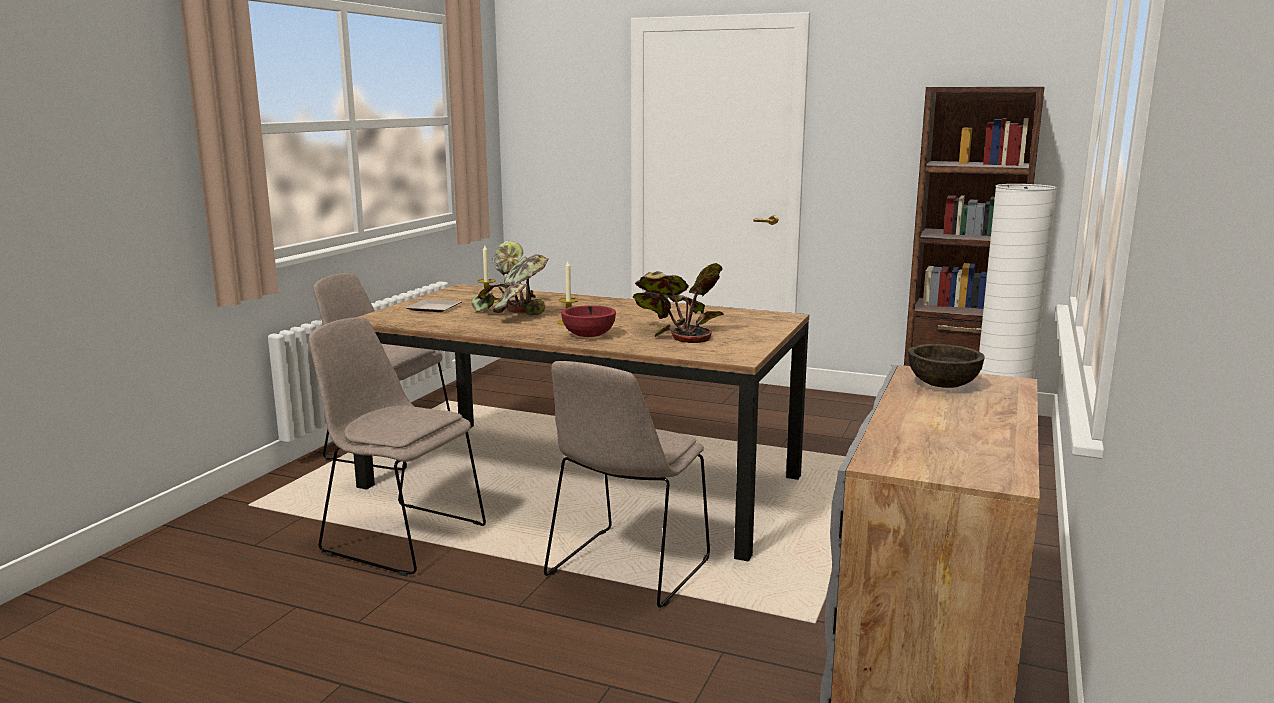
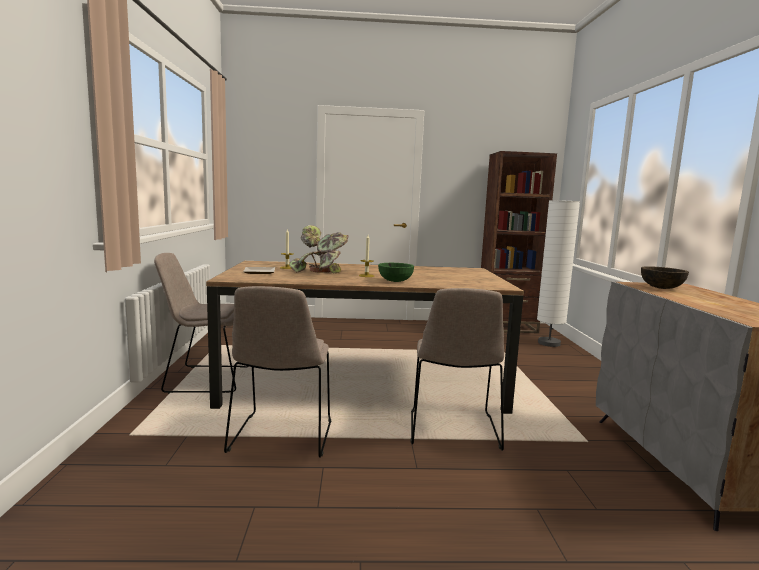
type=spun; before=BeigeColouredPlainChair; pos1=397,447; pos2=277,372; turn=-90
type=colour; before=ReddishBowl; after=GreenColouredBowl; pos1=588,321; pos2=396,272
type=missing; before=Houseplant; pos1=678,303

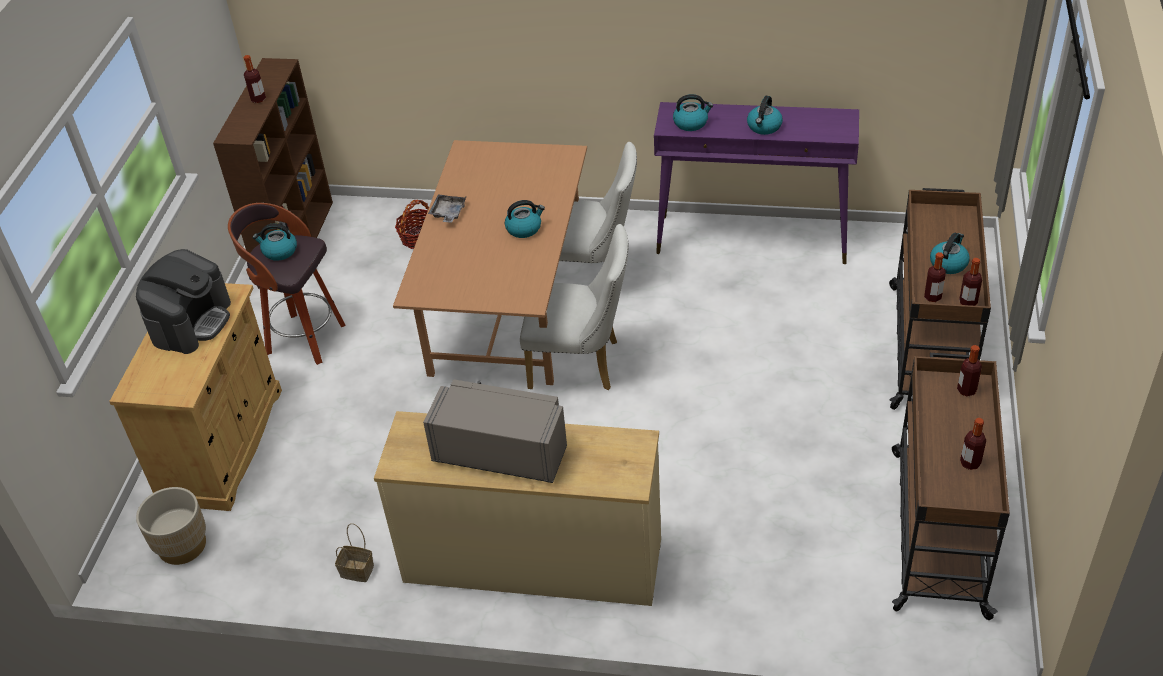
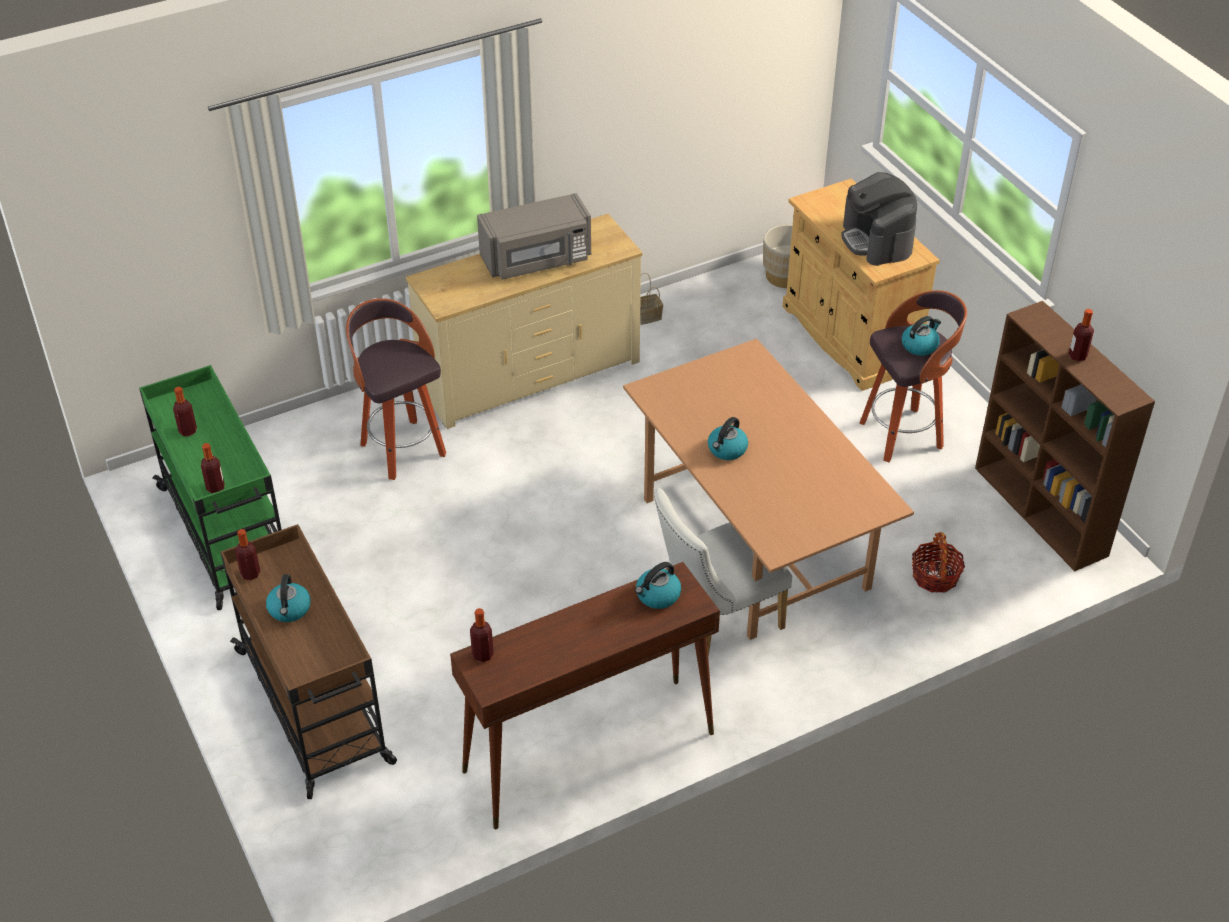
type=colour; before=BrownColouredCart; after=GreenColouredCart; pos1=951,486; pos2=210,487
type=appeared; after=StoolSeat; pos2=396,389
type=colour; before=PurpleNarrowTable; after=BrownColouredNarrowTable; pos1=756,183; pos2=585,695
type=relocated; before=BeverageBottle; pos1=935,277; pos2=482,635
type=missing; before=GrayCarryingTray; pos1=447,209
type=missing; before=WhitePlainChair; pos1=574,307
type=missing; before=WaterKettle; pos1=765,115

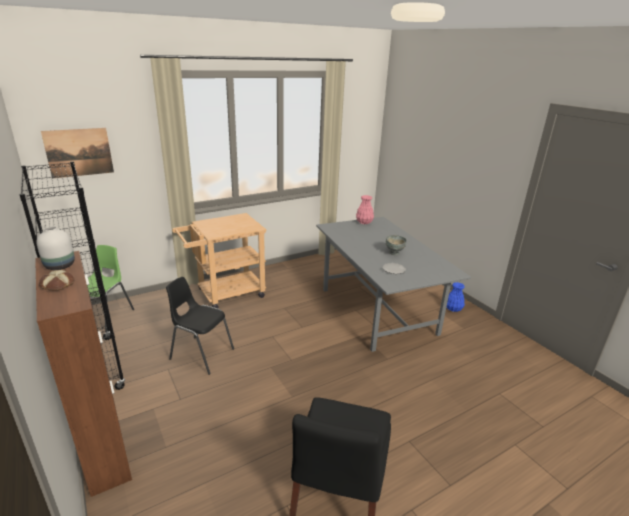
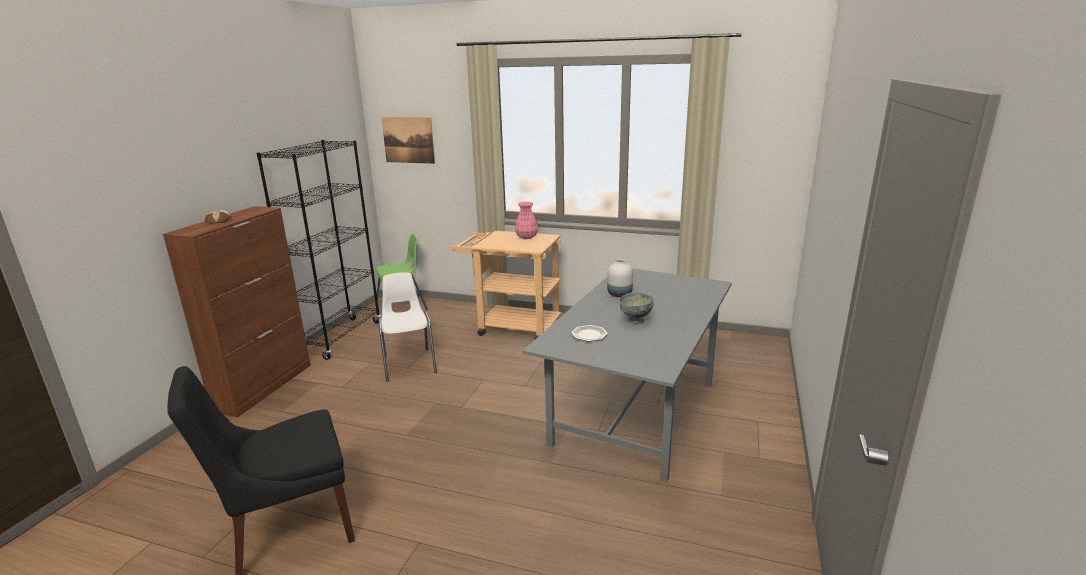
type=colour; before=BlackColouredPlainChair; after=WhitePlainChair; pos1=200,326; pos2=407,326
type=relocated; before=PinkColouredVase; pos1=365,209; pos2=526,220
type=relocated; before=WhiteVase; pos1=55,248; pos2=620,278
type=missing; before=BlueColouredVase; pos1=456,297

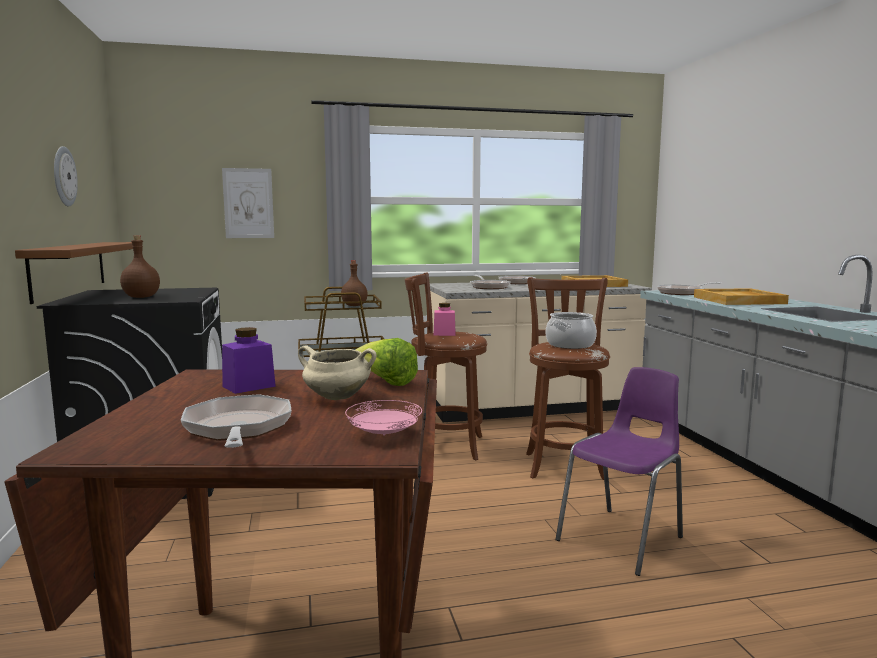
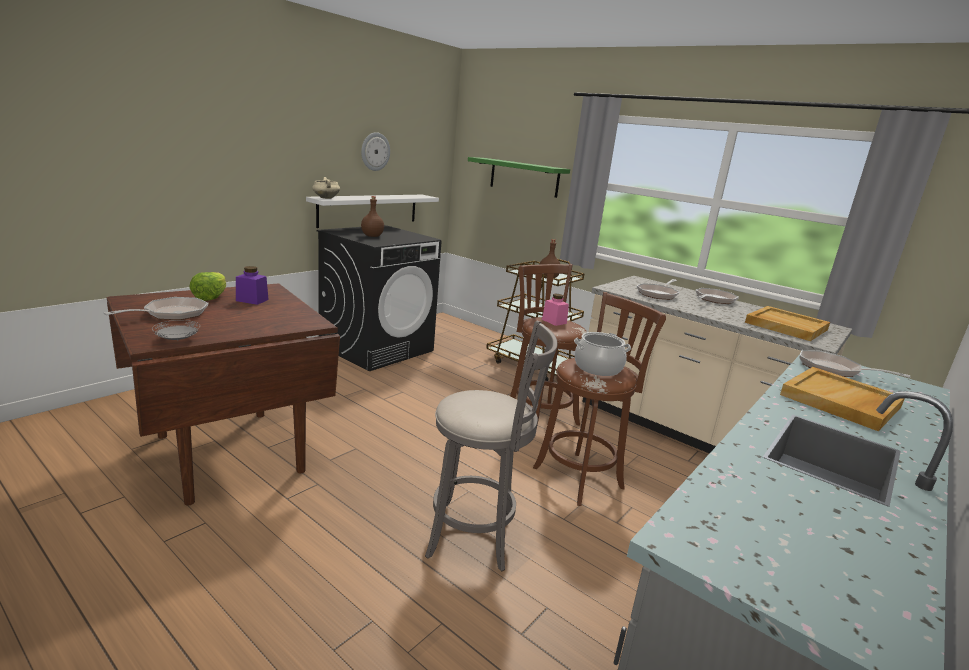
type=colour; before=PinkColouredFlatDish; after=GrayFlatDish; pos1=383,418; pos2=176,330
type=relocated; before=HeadOfLettuce; pos1=387,362; pos2=207,286
type=colour; before=BrownColouredShelf; after=WhiteShelf; pos1=74,273; pos2=372,211
type=relocated; before=BeigeColouredStockpot; pos1=337,372; pos2=326,188
type=exchanged; before=PurplePlainChair; after=GrayStoolSeat; pos1=619,471; pos2=491,446
type=exchanged; before=WallPicture; after=GreenColouredShelf; pos1=248,203; pos2=519,177

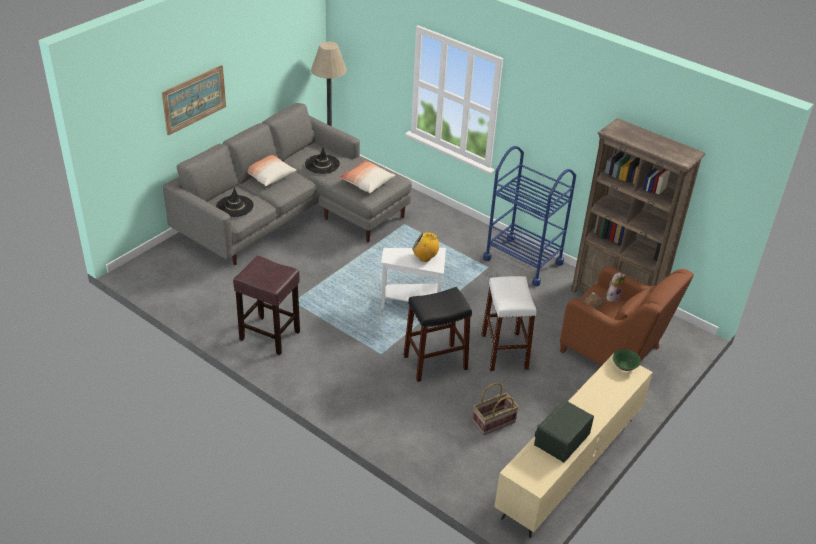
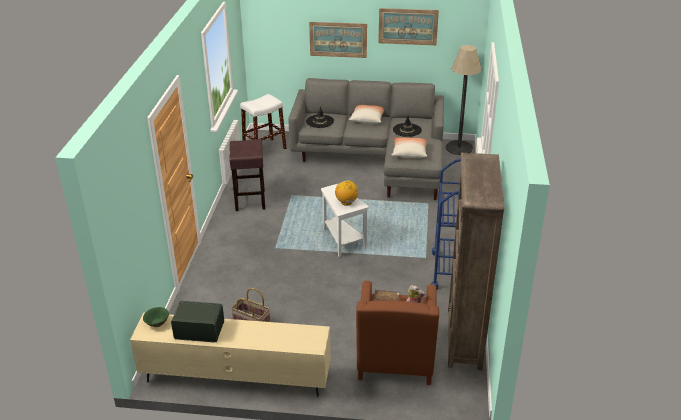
type=relocated; before=GreenColouredBowl; pos1=627,360; pos2=156,317
type=relocated; before=WhiteStoolSeat; pos1=508,323; pos2=263,121
type=appeared; after=WallPicture; pos2=408,26
type=missing; before=BlackColouredStoolSeat; pos1=437,334

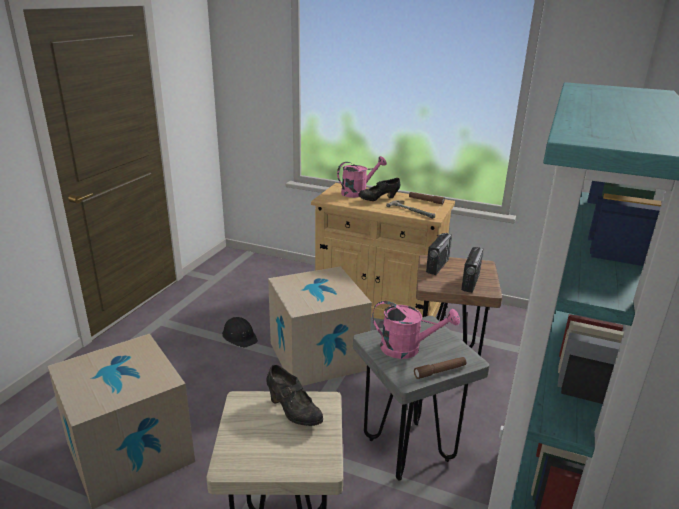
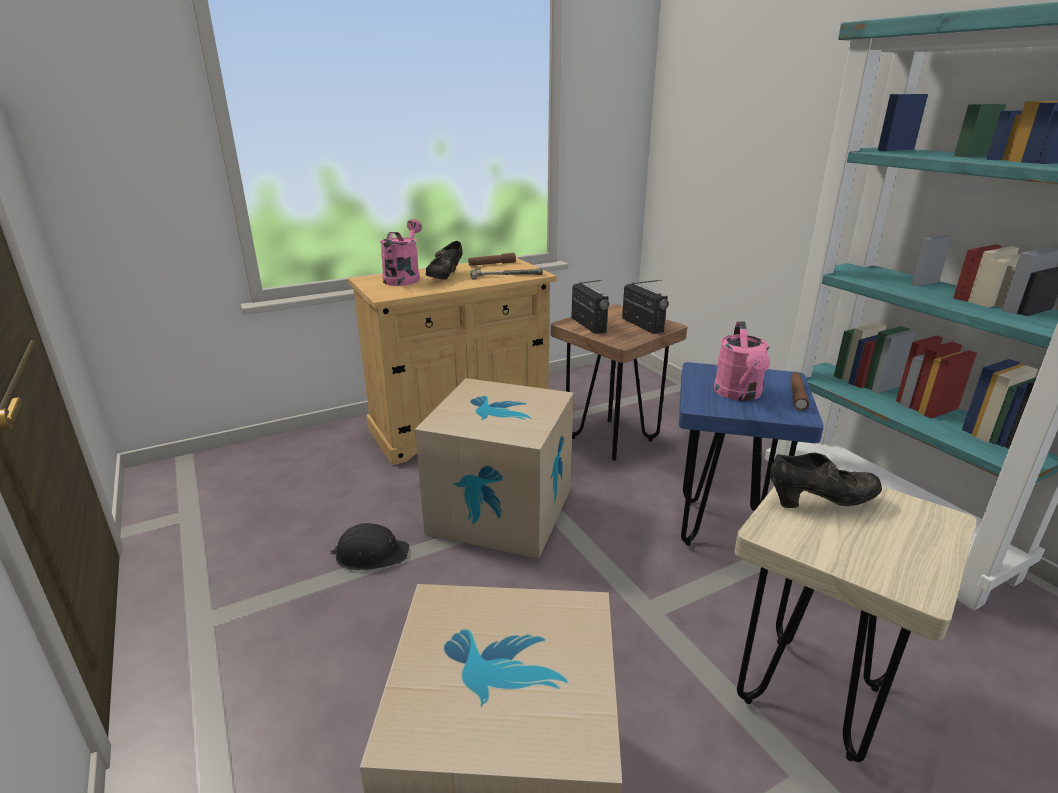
type=colour; before=GrayStoolSeat; after=BlueColouredStoolSeat; pos1=421,398; pos2=751,454
type=spun; before=PinkColouredSprinklingCan; pos1=416,330; pos2=742,361; turn=135

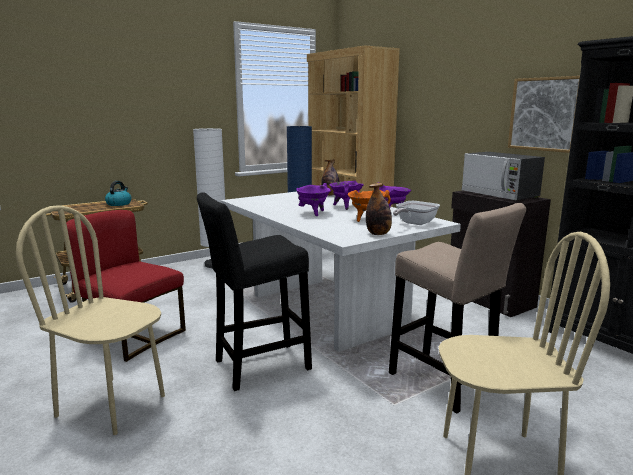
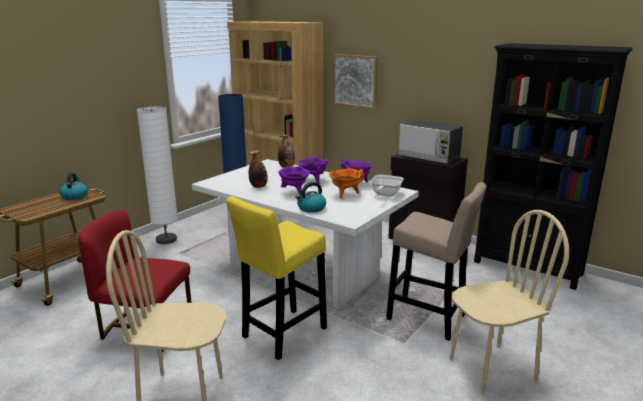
type=colour; before=BlackColouredStoolSeat; after=YellowishStoolSeat; pos1=254,291; pos2=276,278
type=relocated; before=BeverageBottle; pos1=379,209; pos2=258,169
type=appeared; after=WaterKettle; pos2=311,197
type=relocated; before=WallPicture; pos1=544,114; pos2=355,81

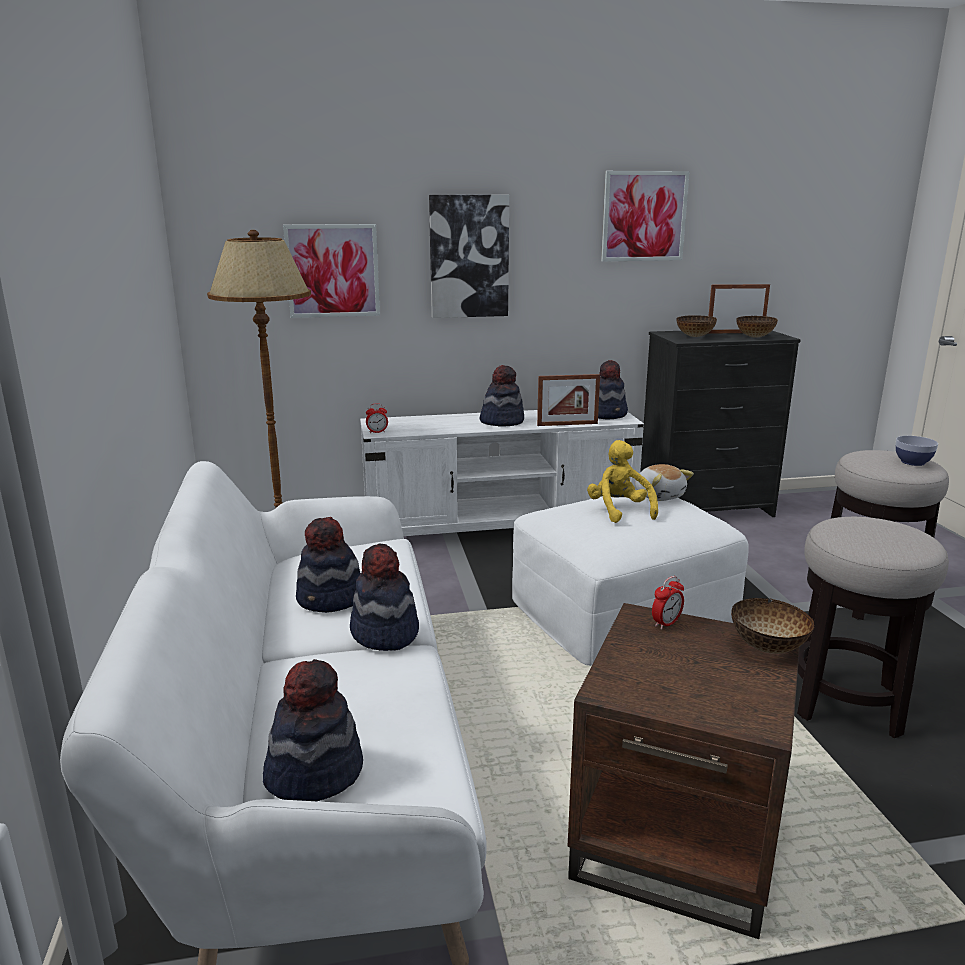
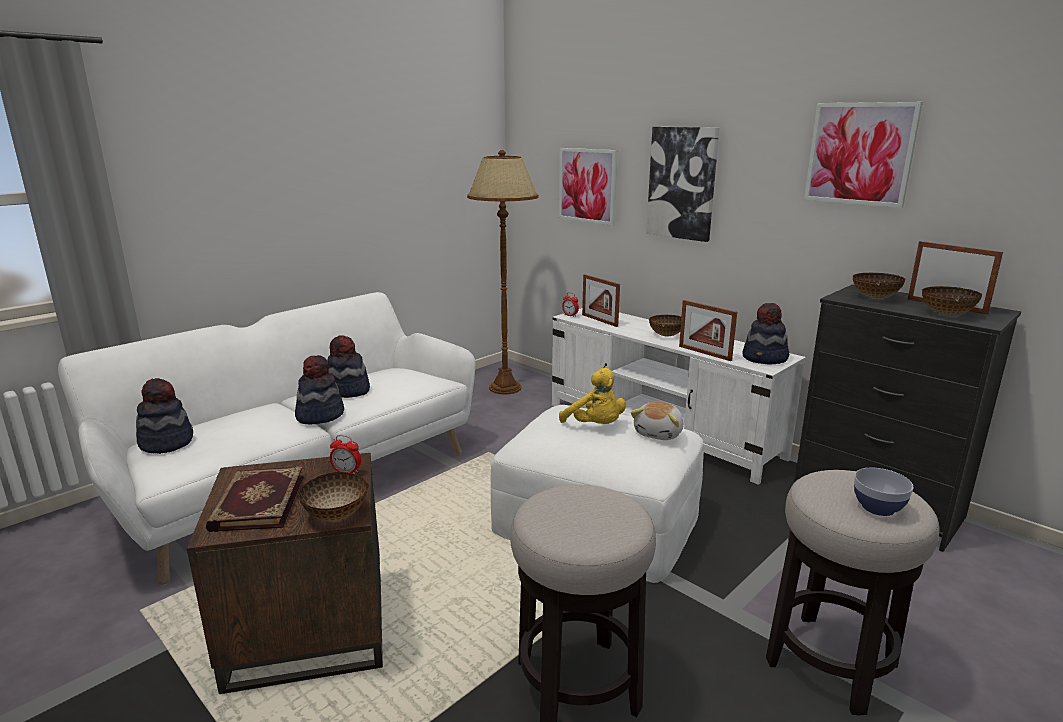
type=appeared; after=BoundBook; pos2=255,499
type=spun; before=YellowishSoftToy; pos1=622,481; pos2=592,396; turn=105
type=appeared; after=PhotoFrame; pos2=601,300
type=exchanged; before=WearableHat; after=Bowl; pos1=502,396; pos2=665,325

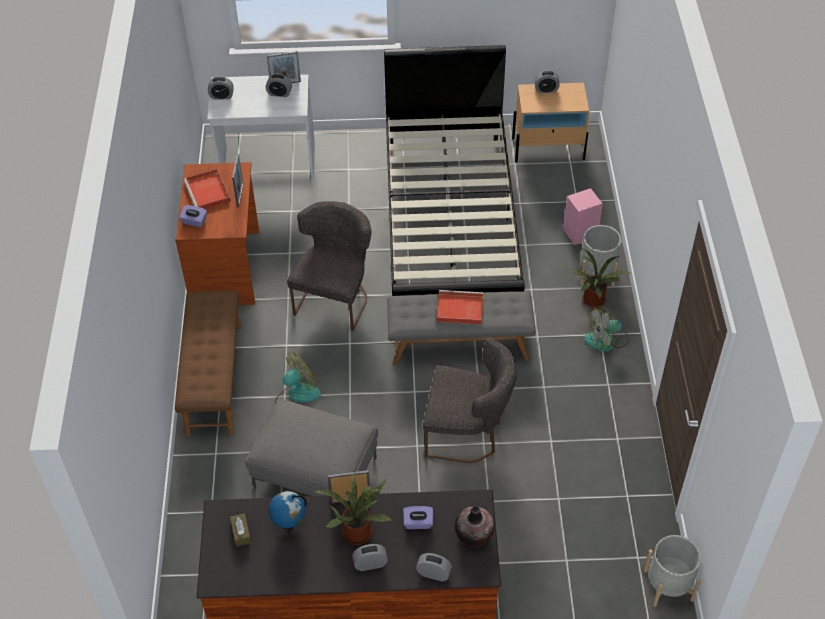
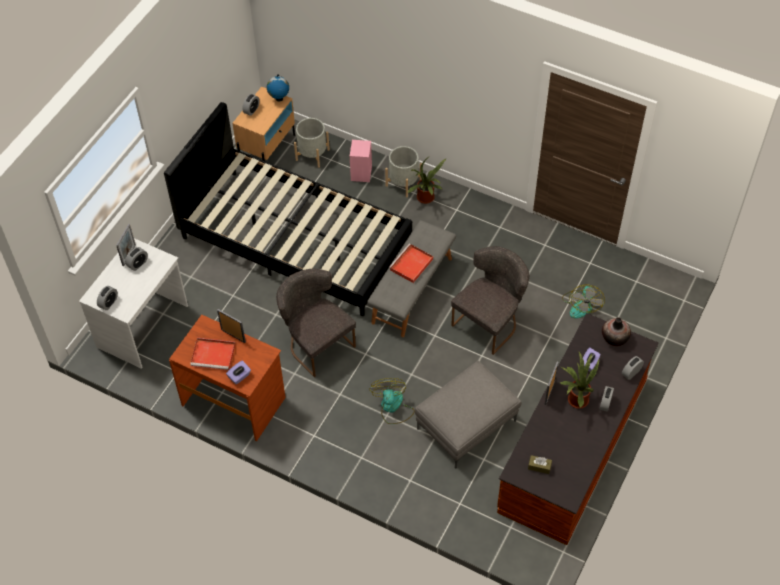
type=relocated; before=WorldGlobe; pos1=288,510; pos2=278,88
type=relocated; before=GrayPlanter; pos1=672,571; pos2=312,143
type=relocated; before=Fan; pos1=606,329; pos2=583,301
type=missing; before=BrownColouredBench; pos1=208,363

